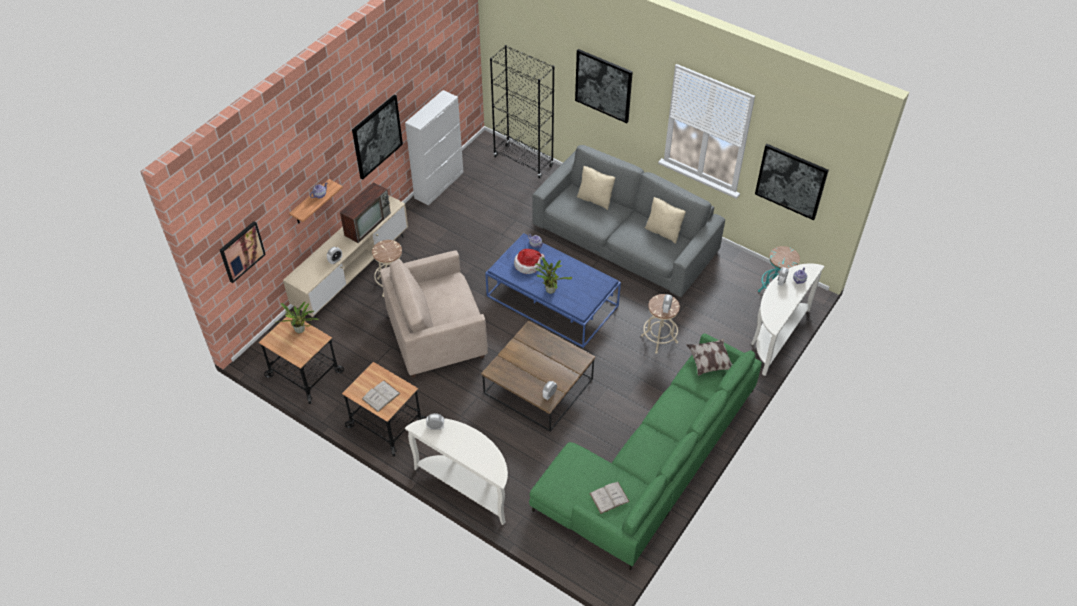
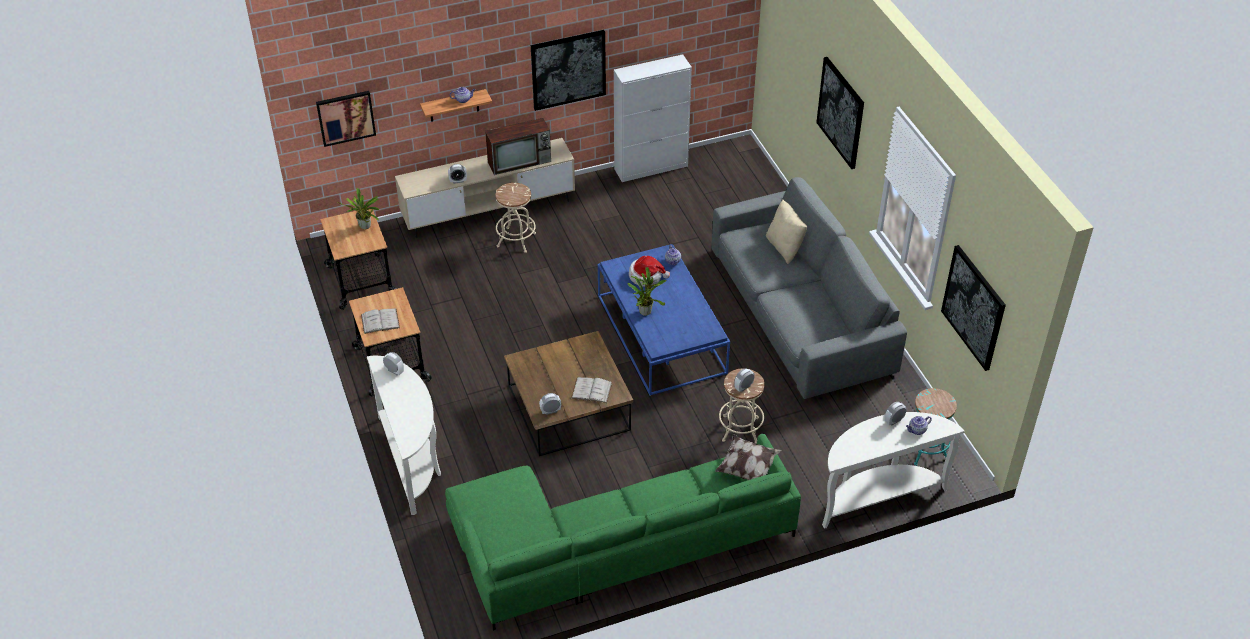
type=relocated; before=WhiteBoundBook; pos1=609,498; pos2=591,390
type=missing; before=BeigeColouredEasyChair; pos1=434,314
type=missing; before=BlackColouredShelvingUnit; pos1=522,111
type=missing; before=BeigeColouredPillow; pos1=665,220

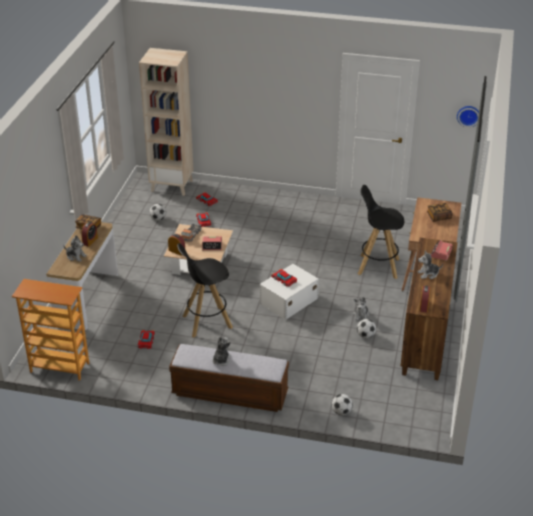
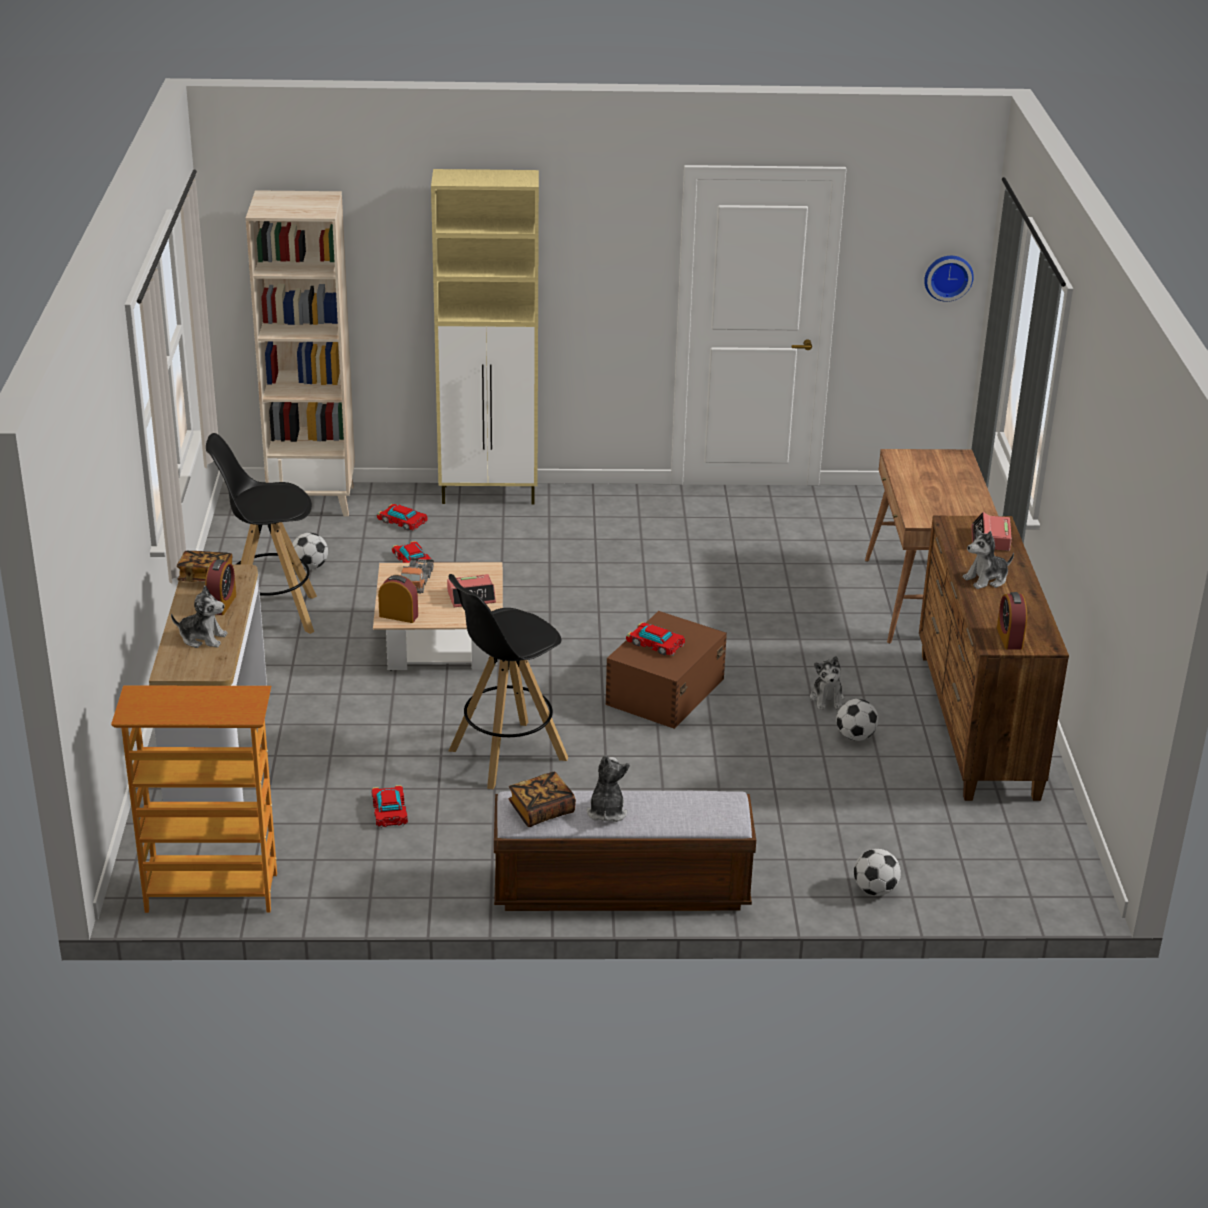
type=relocated; before=BlackColouredStoolSeat; pos1=381,232; pos2=261,533
type=appeared; after=BeigeColouredStorageCabinet; pos2=485,337
type=relocated; before=BoundBook; pos1=440,212; pos2=542,799
type=colour; before=WhiteStorageBox; after=BrownColouredStorageBox; pos1=289,292; pos2=666,670

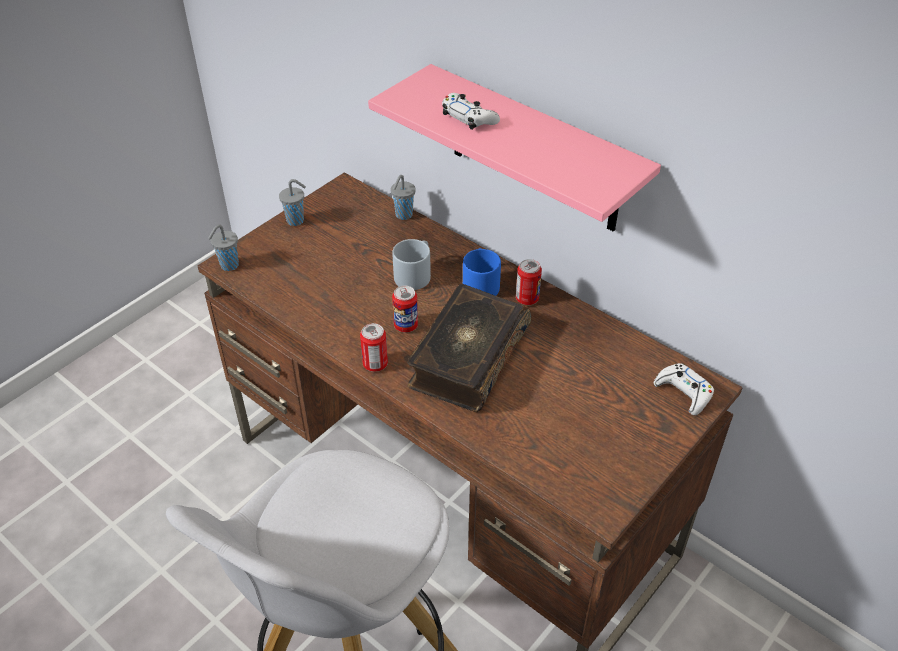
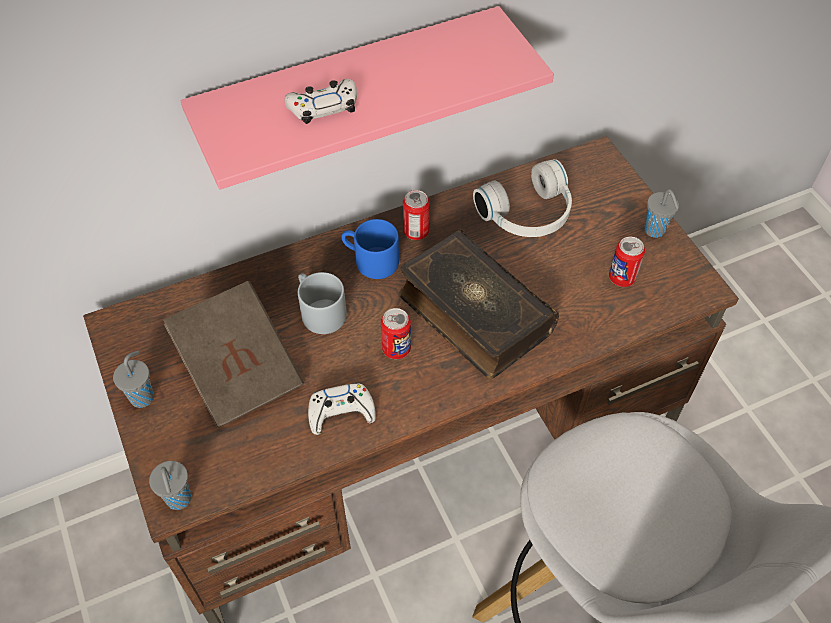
type=appeared; after=BrownColouredBoundBook; pos2=233,354
type=relocated; before=WhiteJoypad; pos1=684,389; pos2=342,409
type=appeared; after=WhitePairOfHeadphones; pos2=522,198
type=relocated; before=MetalCan; pos1=374,347; pos2=627,261
type=relocated; before=GraySmallCup; pos1=403,197; pos2=661,213

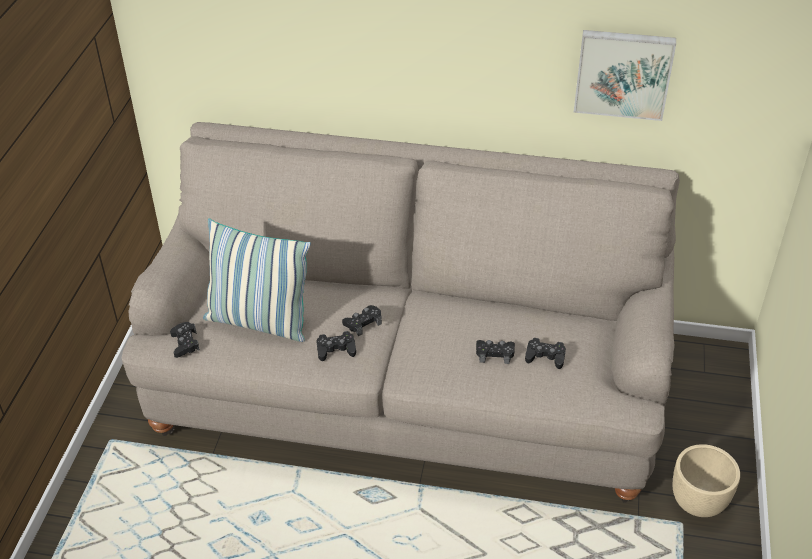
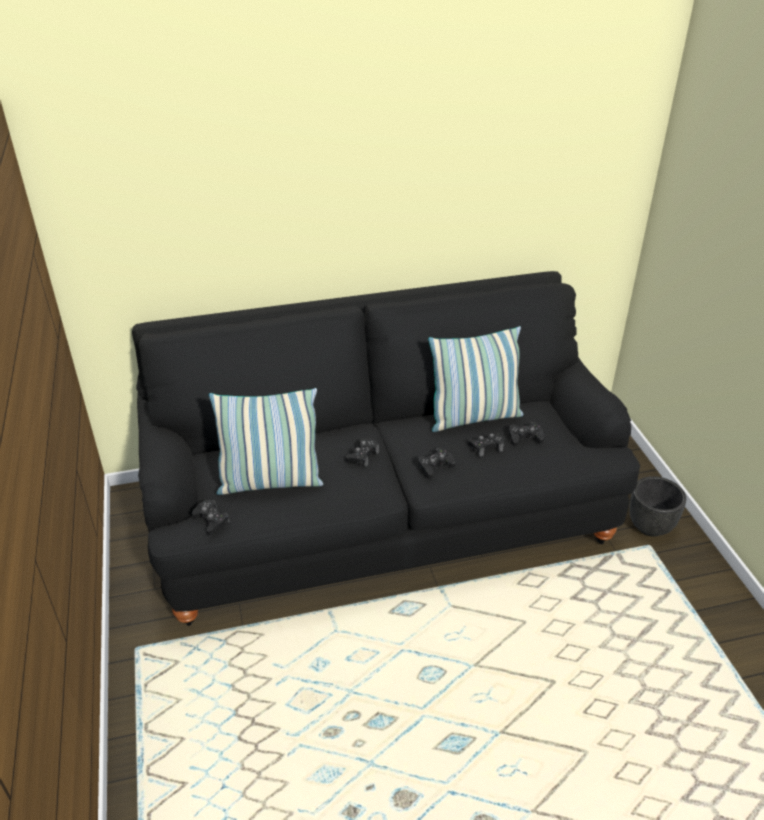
type=colour; before=BeigeColouredSettee; after=BlackColouredSettee; pos1=401,312; pos2=386,448
type=relocated; before=BlackColouredJoypad; pos1=336,346; pos2=436,463
type=appeared; after=Pillow; pos2=475,379
type=colour; before=BeigeColouredPlanter; after=BlackColouredPlanter; pos1=706,480; pos2=658,506
type=missing; before=WallPicture; pos1=625,75

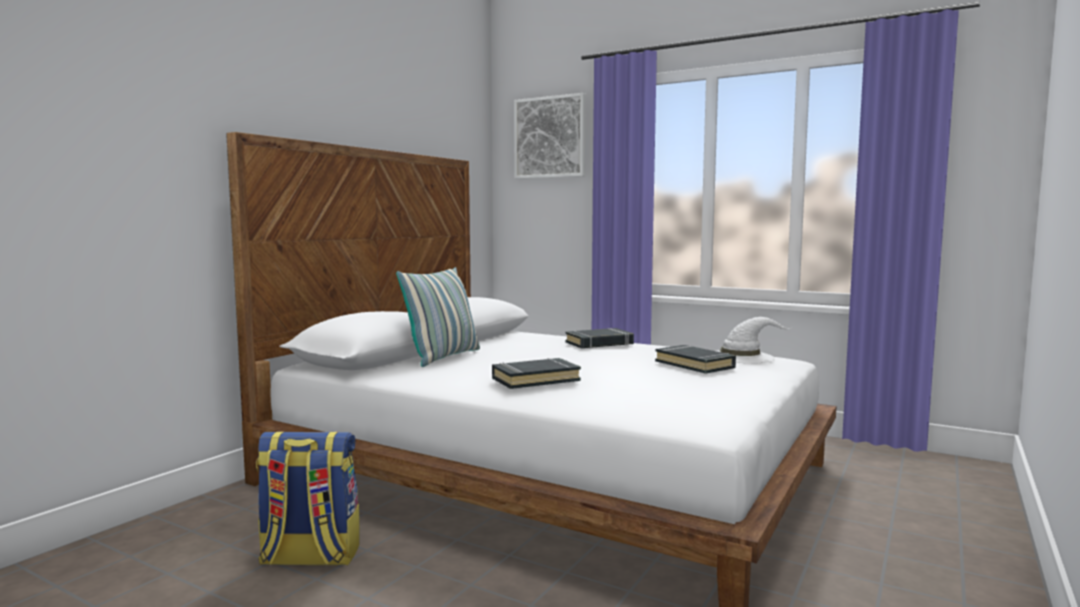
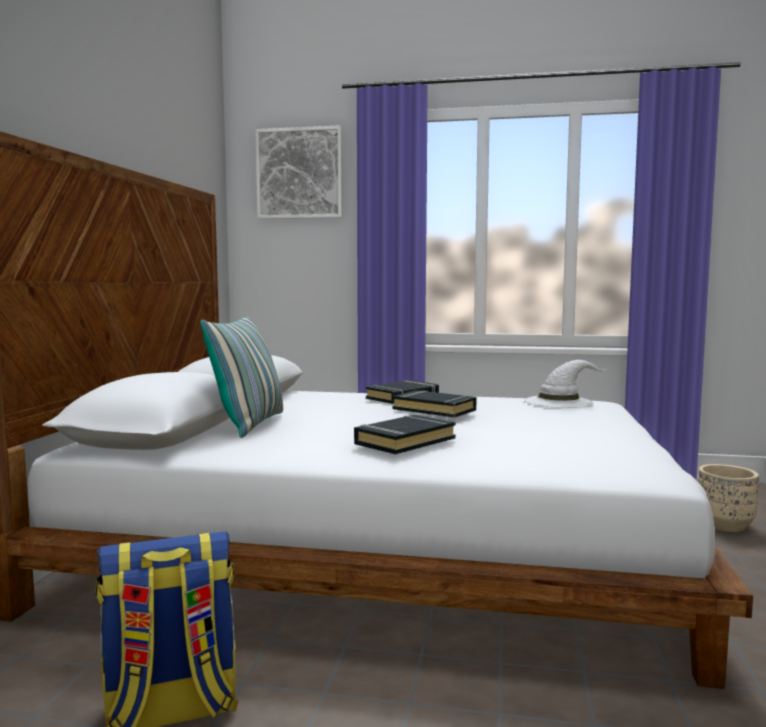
type=relocated; before=BlackColouredBoundBook; pos1=695,359; pos2=434,404
type=appeared; after=BeigeColouredPlanter; pos2=728,498

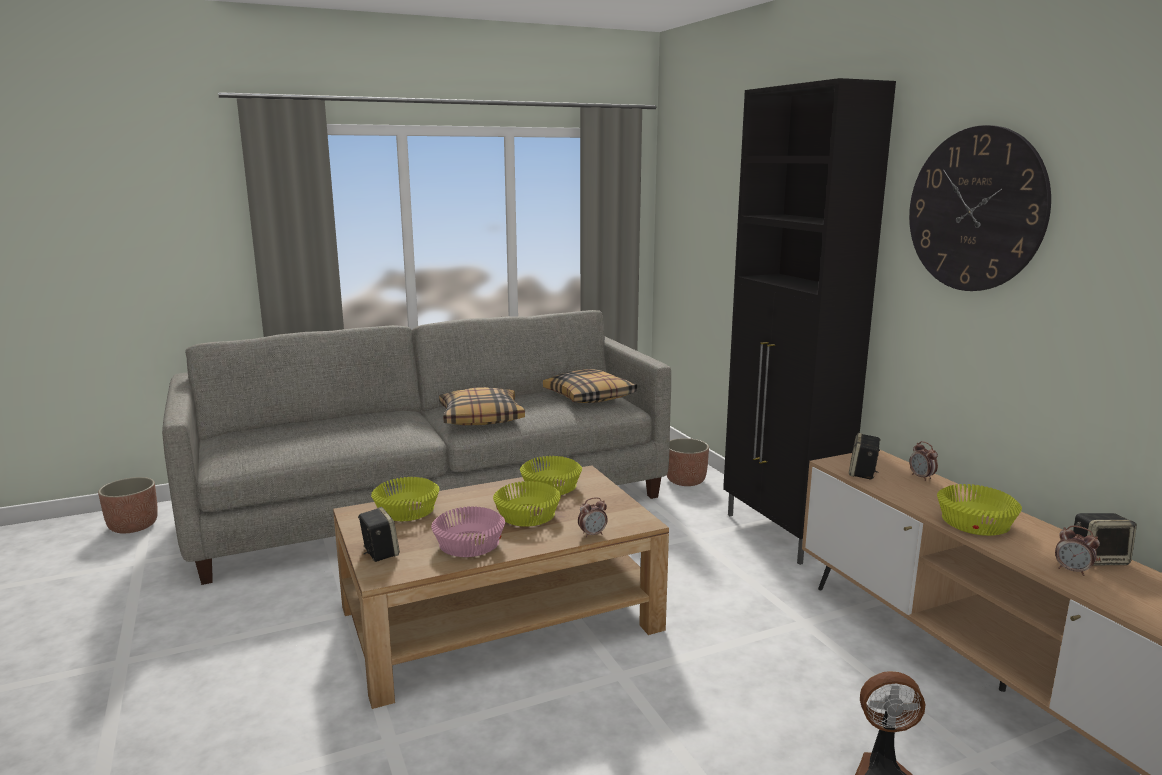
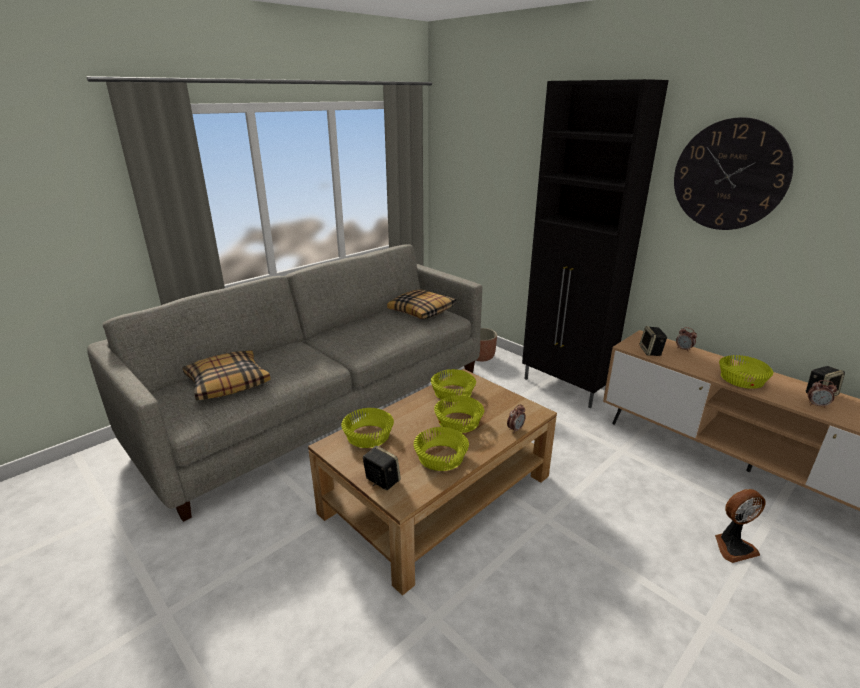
type=relocated; before=Pillow; pos1=482,406; pos2=226,375
type=colour; before=PinkColouredBowl; after=YellowishBowl; pos1=468,531; pos2=441,449
type=missing; before=Planter; pos1=128,505

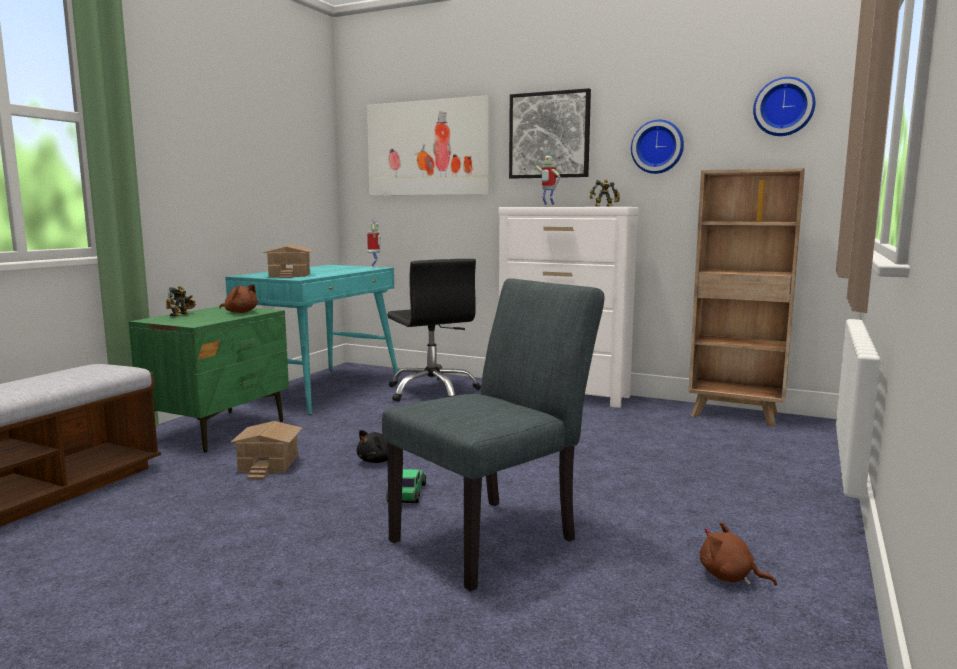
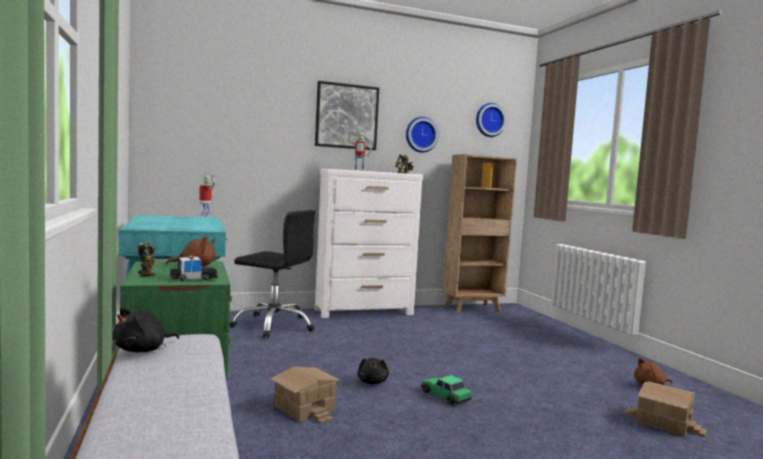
type=appeared; after=BlackColouredSoftToy; pos2=145,329
type=appeared; after=ModelCar; pos2=193,268
type=relocated; before=ToyHouse; pos1=288,261; pos2=665,409
type=missing; before=WallPicture; pos1=428,145
type=missing; before=GrayPlainChair; pos1=493,435

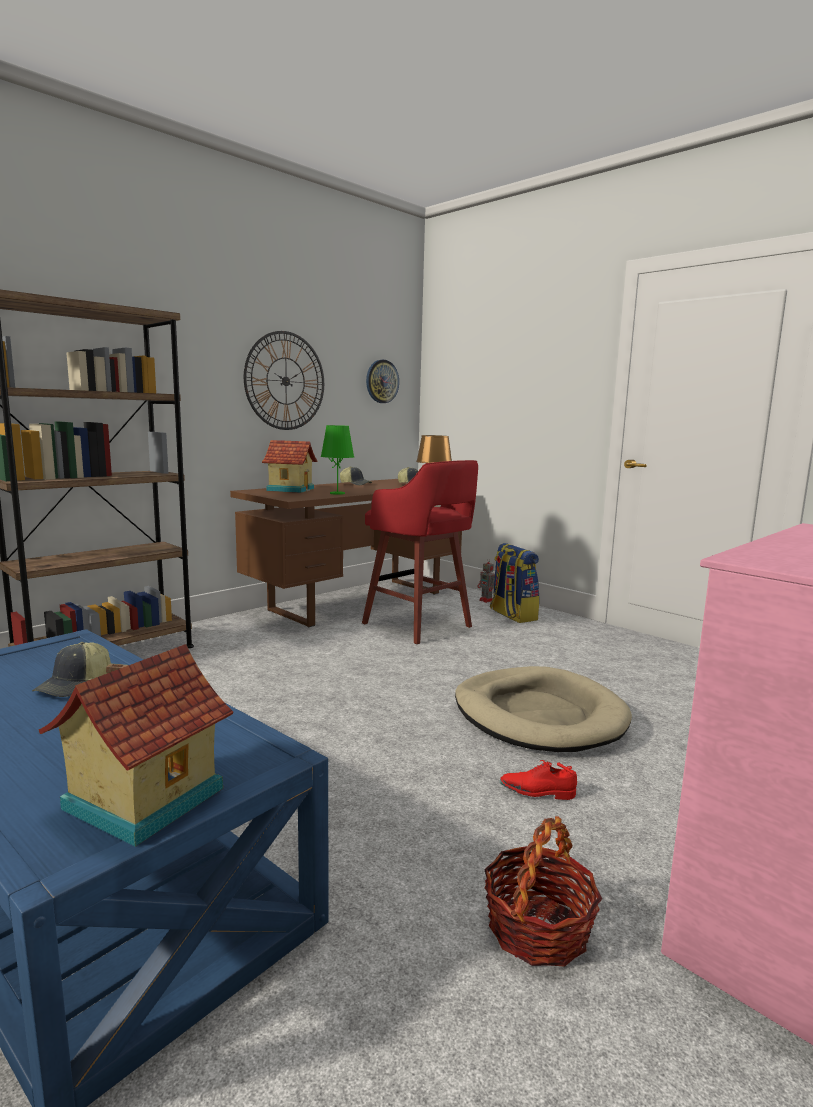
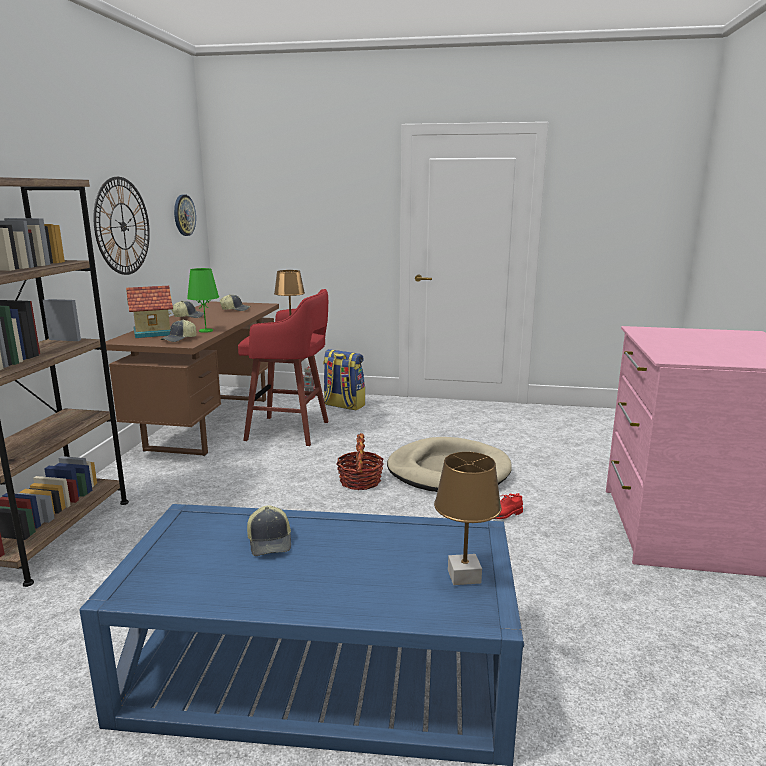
type=appeared; after=Cap; pos2=179,330
type=relocated; before=StorageBasket; pos1=543,891; pos2=360,461
type=exchanged; before=ToyHouse; after=BrownColouredTabletopLamp; pos1=136,745; pos2=468,518

